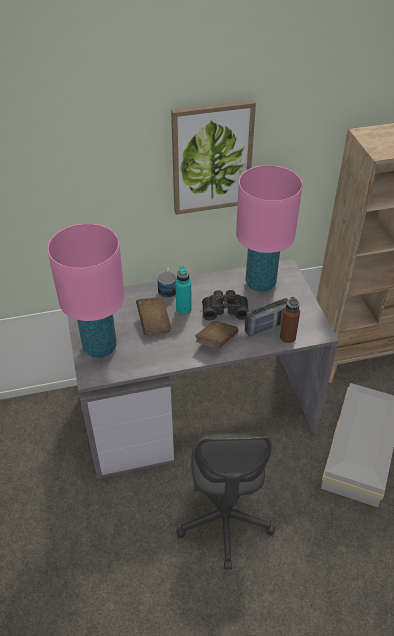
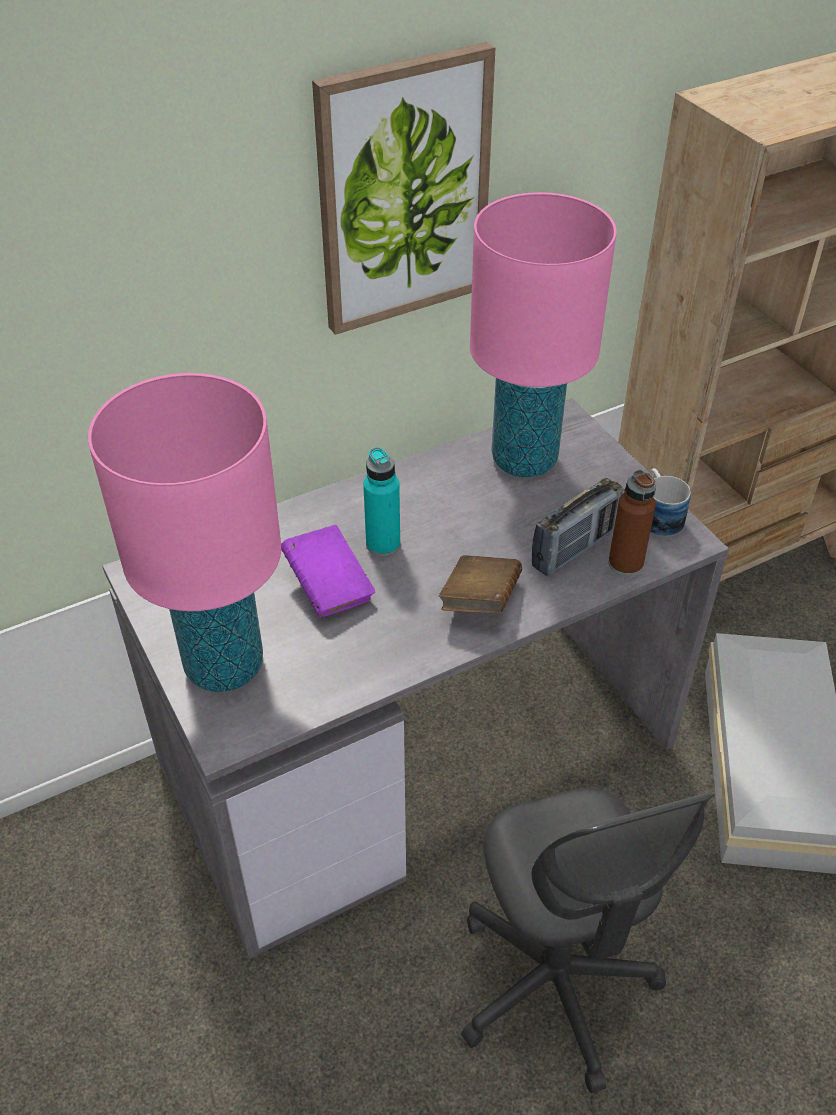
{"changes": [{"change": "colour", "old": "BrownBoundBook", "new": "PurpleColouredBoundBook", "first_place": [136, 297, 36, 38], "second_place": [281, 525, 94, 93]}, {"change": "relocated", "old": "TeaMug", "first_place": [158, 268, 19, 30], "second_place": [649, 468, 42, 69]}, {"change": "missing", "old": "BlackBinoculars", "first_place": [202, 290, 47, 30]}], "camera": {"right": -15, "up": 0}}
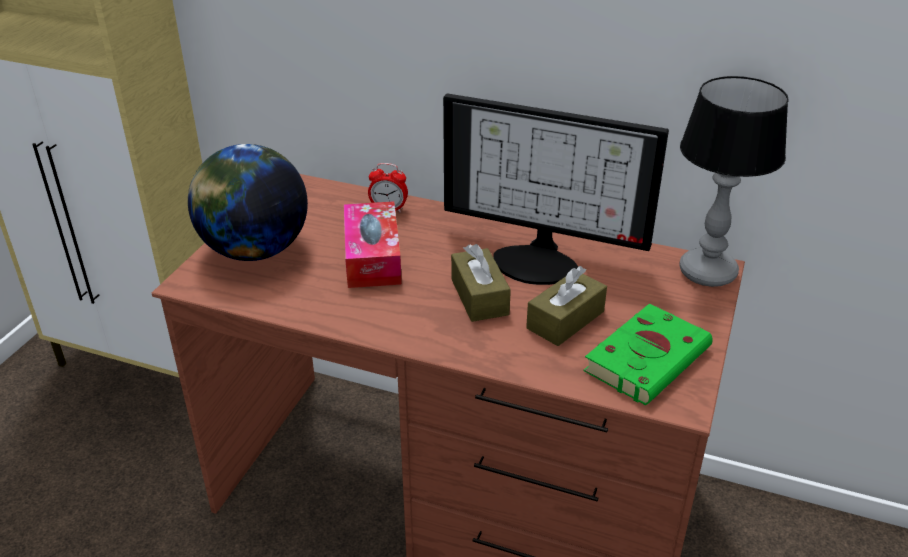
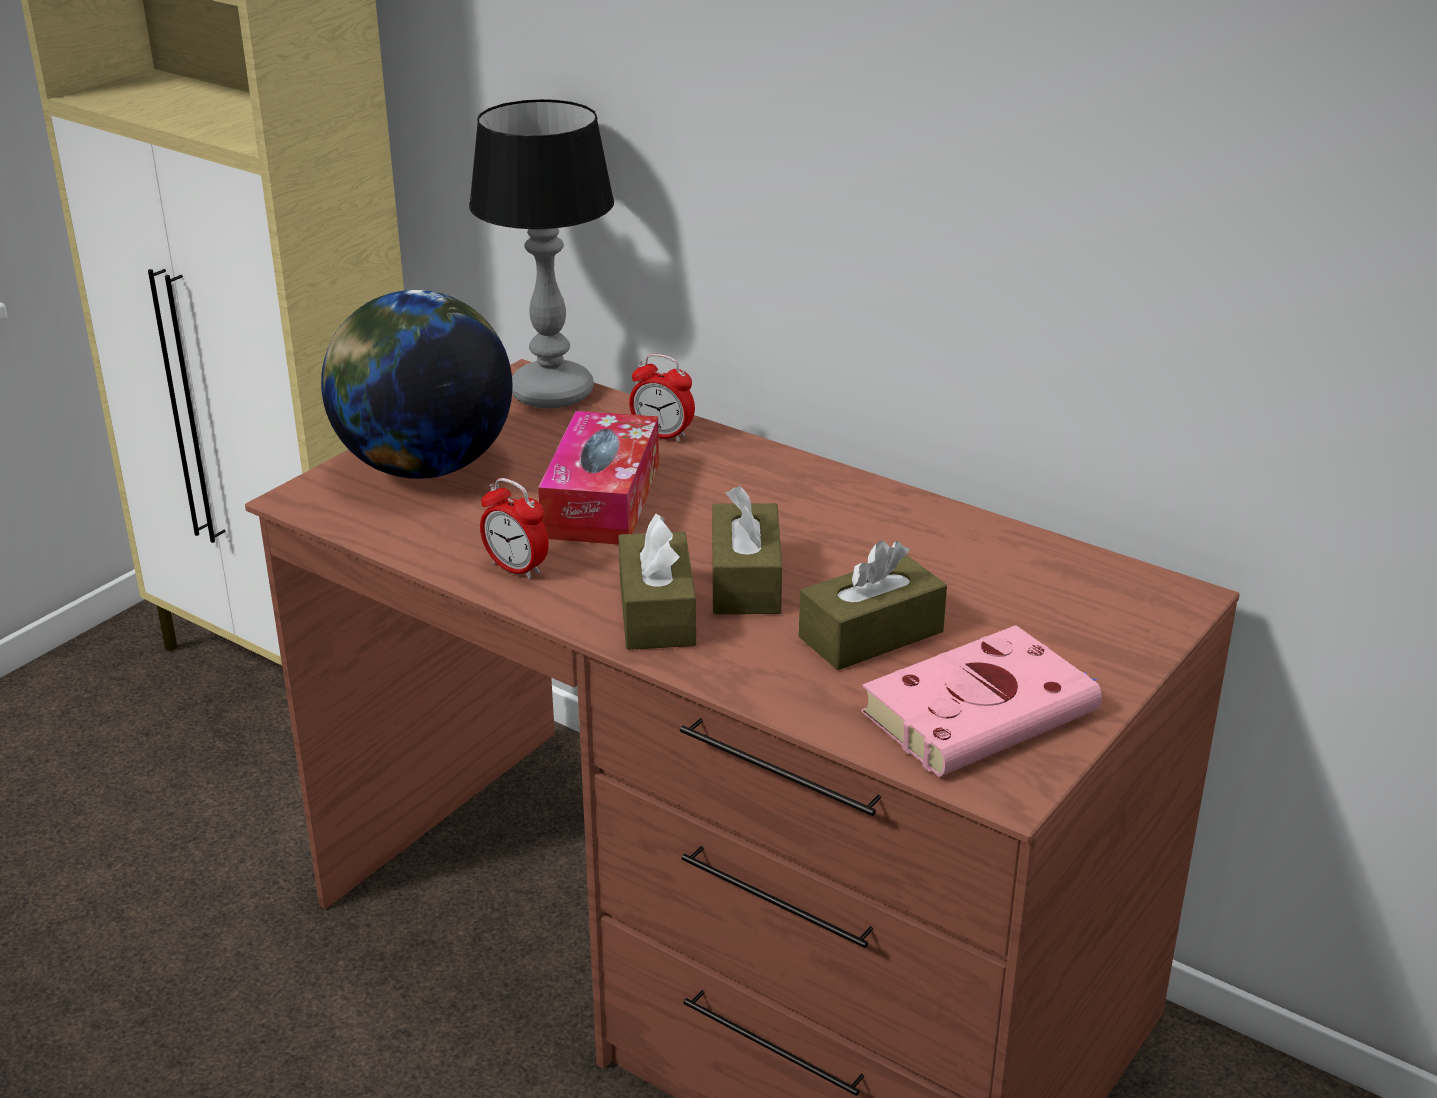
{"changes": [{"change": "missing", "old": "ComputerDisplay", "first_place": [443, 93, 226, 192]}, {"change": "colour", "old": "GreenColouredBoundBook", "new": "PinkColouredBoundBook", "first_place": [584, 303, 129, 102], "second_place": [861, 625, 241, 152]}, {"change": "relocated", "old": "LampForATable", "first_place": [679, 76, 110, 211], "second_place": [469, 99, 145, 309]}, {"change": "appeared", "new": "BedsideClock", "second_place": [480, 478, 69, 101]}, {"change": "appeared", "new": "BrownTissueBox", "second_place": [618, 514, 78, 136]}], "camera": {"right": 15, "up": -5}}
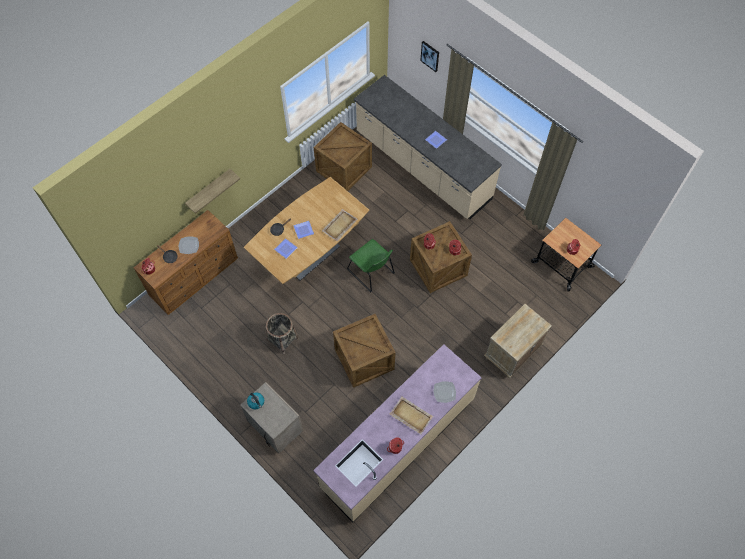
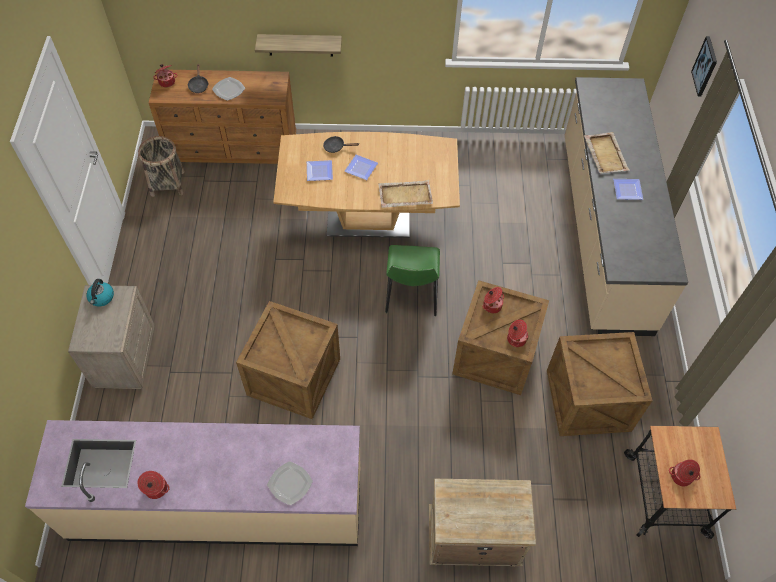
{"changes": [{"change": "relocated", "old": "HouseholdBasket", "first_place": [265, 313, 34, 42], "second_place": [138, 136, 47, 61]}, {"change": "relocated", "old": "ShippingCrate", "first_place": [314, 122, 58, 69], "second_place": [547, 332, 106, 104]}, {"change": "relocated", "old": "SandColouredTray", "first_place": [390, 397, 43, 37], "second_place": [584, 132, 46, 41]}], "camera": {"right": 45, "up": -5}}
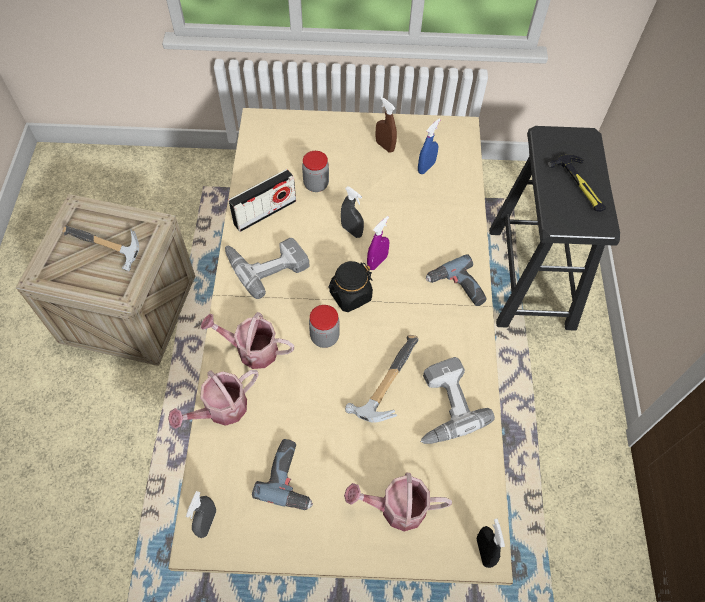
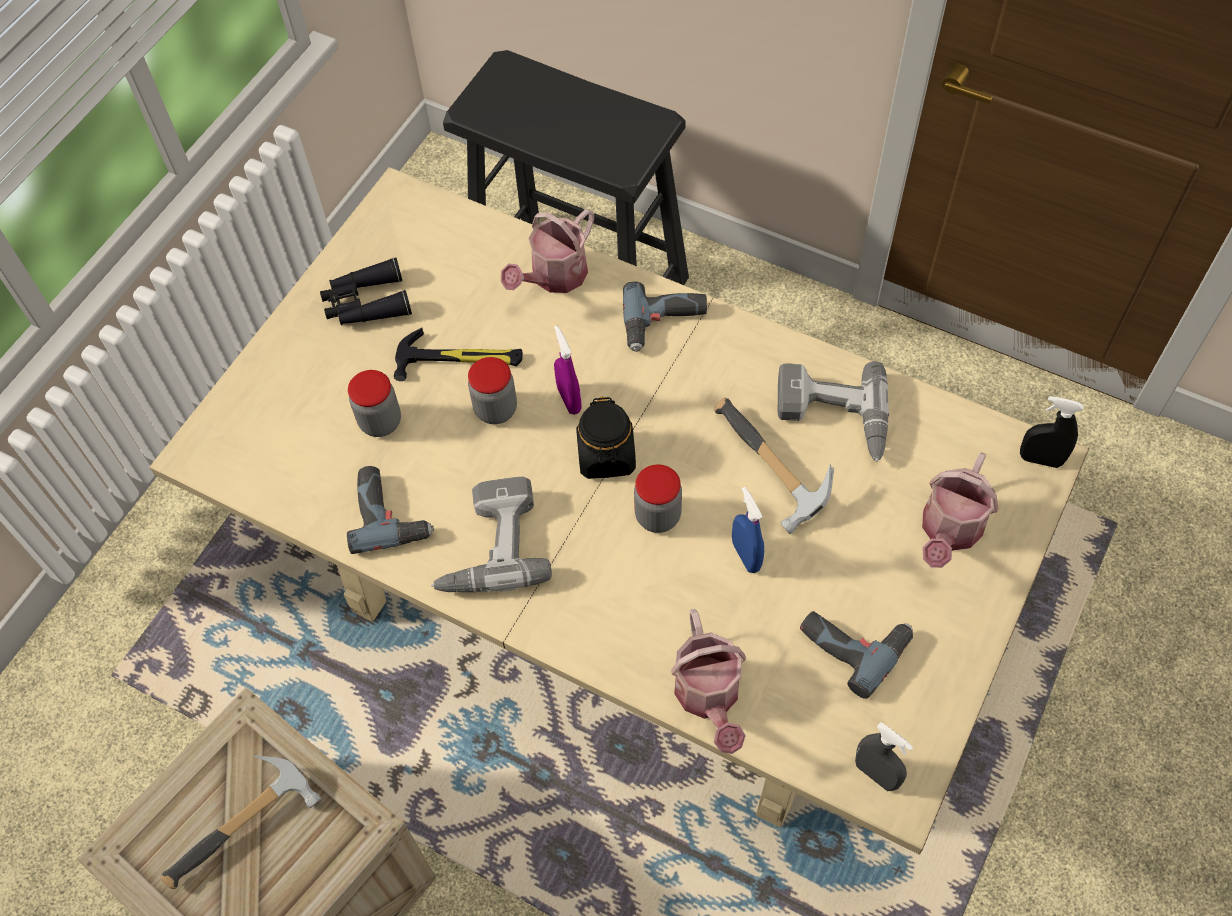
{"changes": [{"change": "relocated", "old": "WateringCan", "first_place": [201, 312, 93, 57], "second_place": [501, 209, 93, 84]}, {"change": "exchanged", "old": "RadioReceiver", "new": "PowerDrill", "first_place": [228, 169, 68, 63], "second_place": [347, 466, 87, 88]}, {"change": "exchanged", "old": "GreyishSprayBottle", "new": "Jar", "first_place": [341, 186, 23, 52], "second_place": [468, 357, 49, 67]}, {"change": "exchanged", "old": "BrownSprayBottle", "new": "BlackBinoculars", "first_place": [376, 97, 21, 56], "second_place": [320, 257, 92, 68]}, {"change": "relocated", "old": "BlueColouredSprayBottle", "first_place": [418, 119, 22, 55], "second_place": [732, 487, 32, 86]}, {"change": "relocated", "old": "ToolHammer", "first_place": [548, 154, 58, 58], "second_place": [394, 328, 129, 53]}], "camera": {"right": -60, "up": 0}}
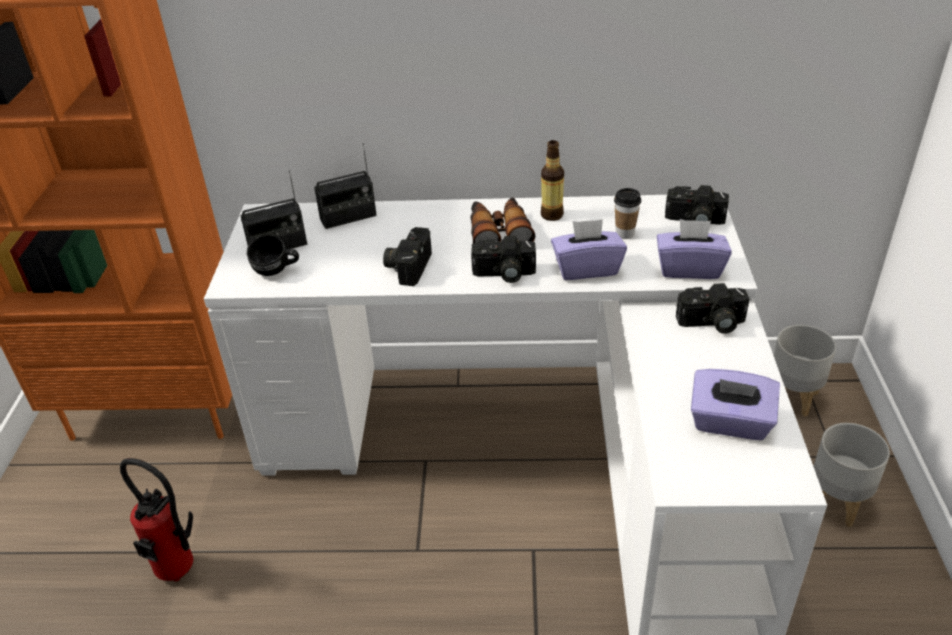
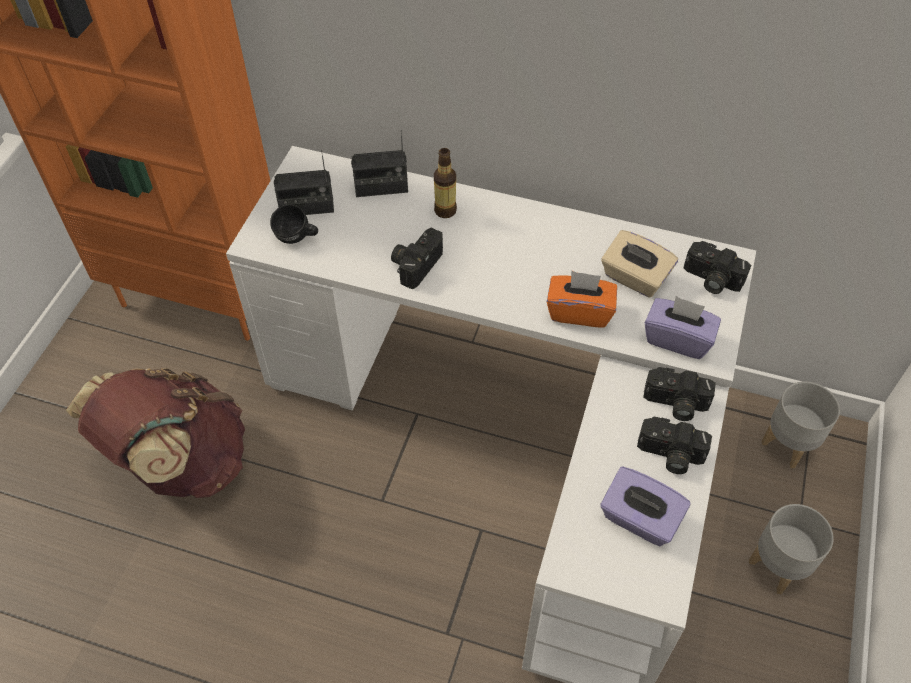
{"changes": [{"change": "exchanged", "old": "FireFightingCylinder", "new": "BrownRucksack", "first_place": [120, 458, 73, 124], "second_place": [65, 368, 180, 130]}, {"change": "missing", "old": "Binoculars", "first_place": [470, 197, 65, 47]}, {"change": "relocated", "old": "PhotoCamera", "first_place": [471, 236, 65, 47], "second_place": [637, 417, 75, 57]}, {"change": "relocated", "old": "DrinkBottle", "first_place": [541, 140, 23, 81], "second_place": [434, 148, 23, 70]}, {"change": "colour", "old": "PurpleColouredTissueBox", "new": "OrangeColouredTissueBox", "first_place": [551, 219, 76, 61], "second_place": [547, 270, 70, 58]}, {"change": "exchanged", "old": "DrinkingCup", "new": "SandColouredTissueBox", "first_place": [614, 188, 27, 51], "second_place": [601, 230, 77, 68]}], "camera": {"right": 15, "up": 15}}
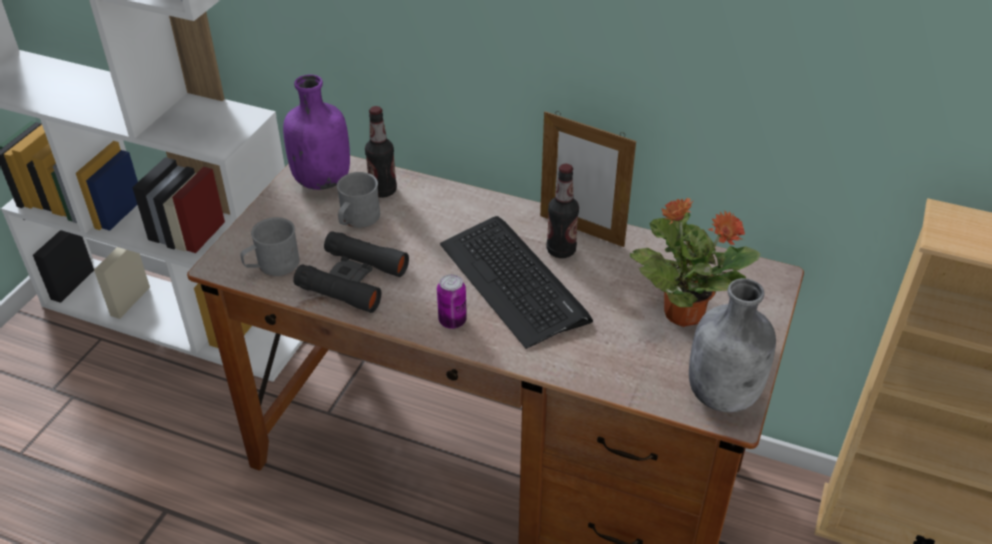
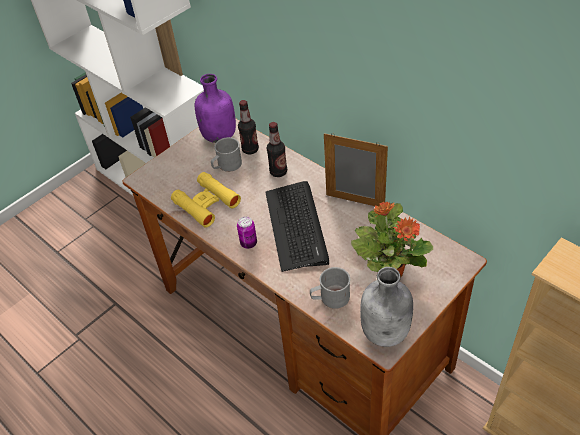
{"changes": [{"change": "relocated", "old": "GreyishTeaMug", "first_place": [240, 217, 60, 59], "second_place": [310, 267, 40, 42]}, {"change": "colour", "old": "BlackBinoculars", "new": "YellowColouredBinoculars", "first_place": [293, 231, 116, 82], "second_place": [171, 172, 70, 56]}, {"change": "spun", "old": "PictureFrame", "first_place": [540, 111, 96, 136], "second_place": [324, 133, 64, 73], "degrees": 150}, {"change": "relocated", "old": "DrinkBottle", "first_place": [546, 164, 33, 94], "second_place": [267, 122, 20, 55]}], "camera": {"right": 25, "up": 5}}
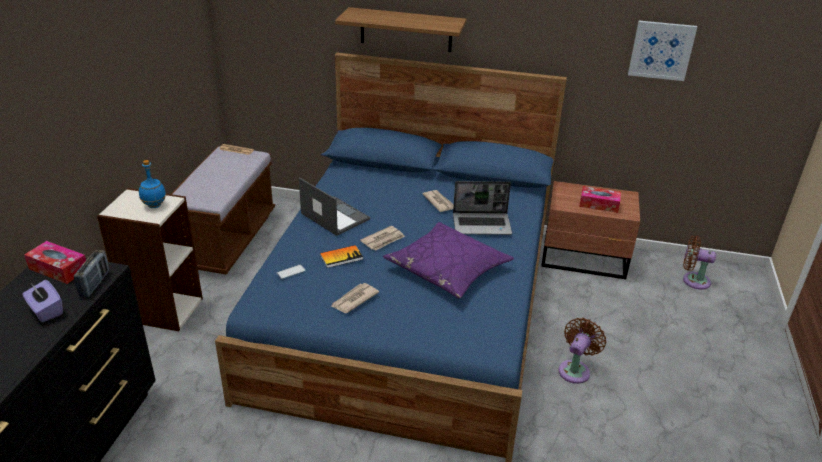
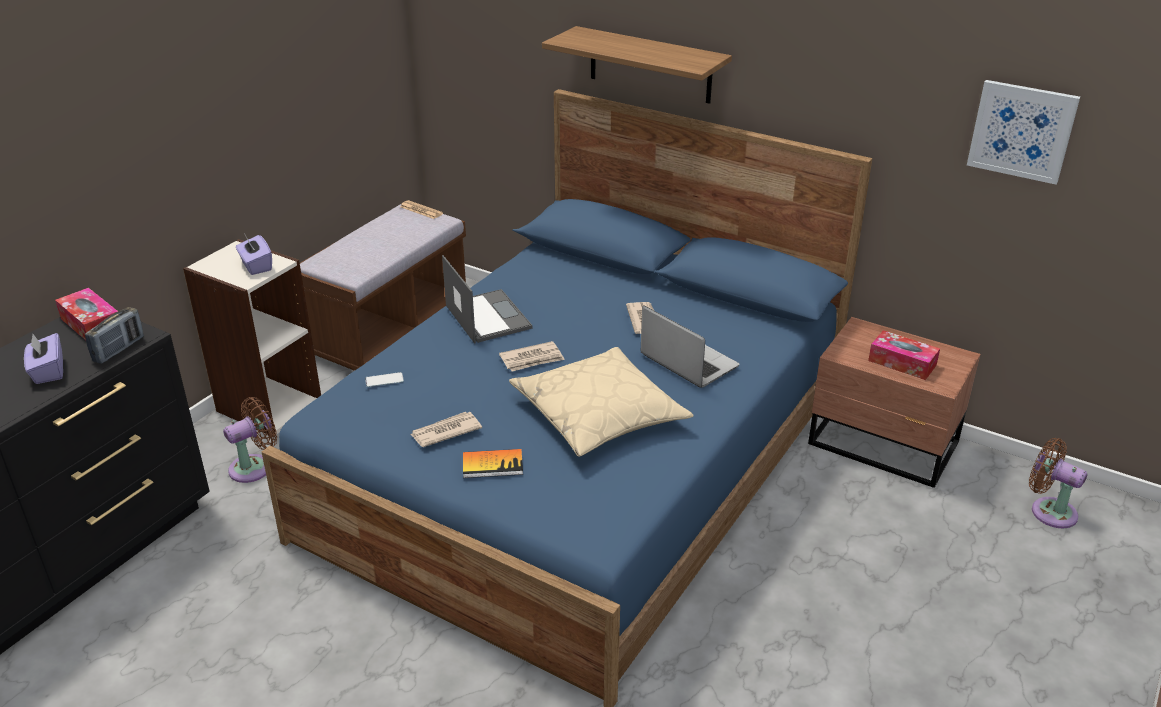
{"changes": [{"change": "exchanged", "old": "BlueColouredDrinkBottle", "new": "PurpleColouredTissueBox", "first_place": [139, 160, 27, 48], "second_place": [236, 235, 36, 40]}, {"change": "relocated", "old": "BoundBook", "first_place": [320, 245, 43, 23], "second_place": [463, 449, 60, 29]}, {"change": "colour", "old": "PurpleColouredCushion", "new": "SandColouredCushion", "first_place": [383, 222, 131, 77], "second_place": [509, 347, 185, 110]}, {"change": "spun", "old": "NotebookComputer", "first_place": [453, 181, 59, 54], "second_place": [641, 305, 98, 83], "degrees": -150}, {"change": "relocated", "old": "BrownFan", "first_place": [558, 318, 48, 66], "second_place": [223, 397, 54, 86]}], "camera": {"right": 20, "up": 0}}
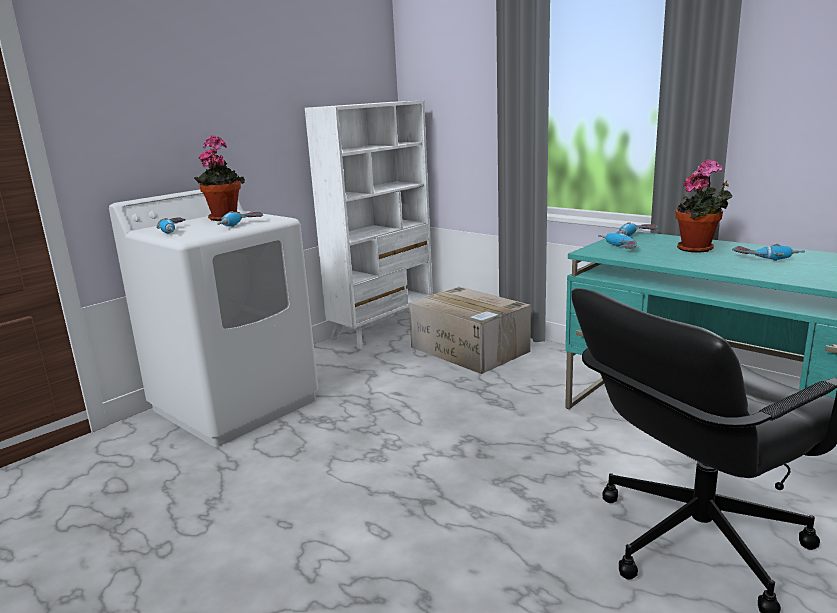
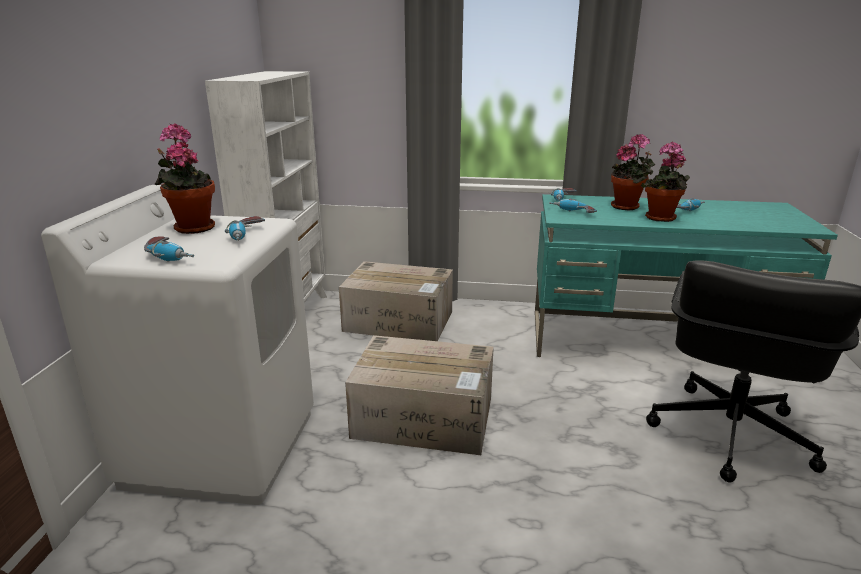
{"changes": [{"change": "appeared", "new": "CardboardBox", "second_place": [345, 335, 149, 120]}, {"change": "appeared", "new": "PlantInAPot", "second_place": [641, 141, 49, 81]}], "camera": {"right": -35, "up": 5}}
